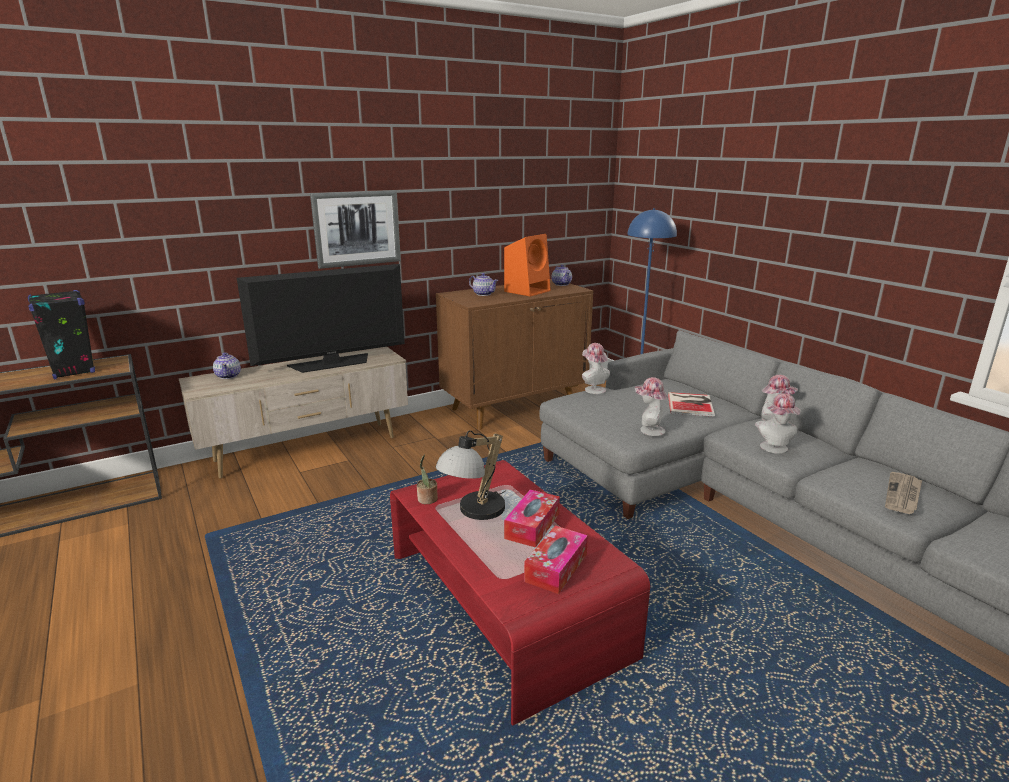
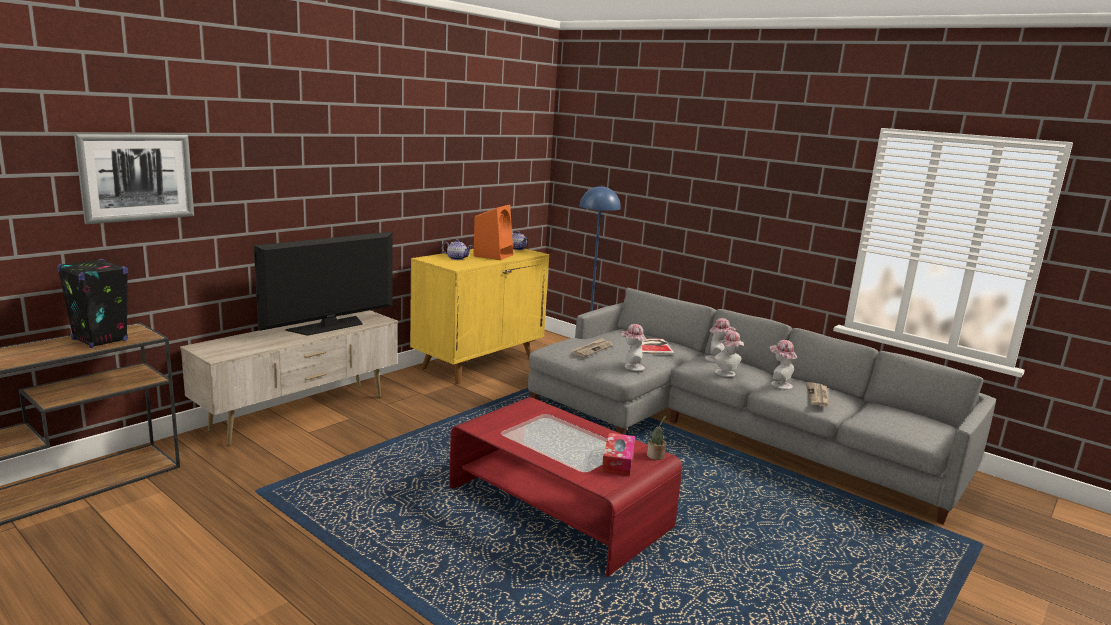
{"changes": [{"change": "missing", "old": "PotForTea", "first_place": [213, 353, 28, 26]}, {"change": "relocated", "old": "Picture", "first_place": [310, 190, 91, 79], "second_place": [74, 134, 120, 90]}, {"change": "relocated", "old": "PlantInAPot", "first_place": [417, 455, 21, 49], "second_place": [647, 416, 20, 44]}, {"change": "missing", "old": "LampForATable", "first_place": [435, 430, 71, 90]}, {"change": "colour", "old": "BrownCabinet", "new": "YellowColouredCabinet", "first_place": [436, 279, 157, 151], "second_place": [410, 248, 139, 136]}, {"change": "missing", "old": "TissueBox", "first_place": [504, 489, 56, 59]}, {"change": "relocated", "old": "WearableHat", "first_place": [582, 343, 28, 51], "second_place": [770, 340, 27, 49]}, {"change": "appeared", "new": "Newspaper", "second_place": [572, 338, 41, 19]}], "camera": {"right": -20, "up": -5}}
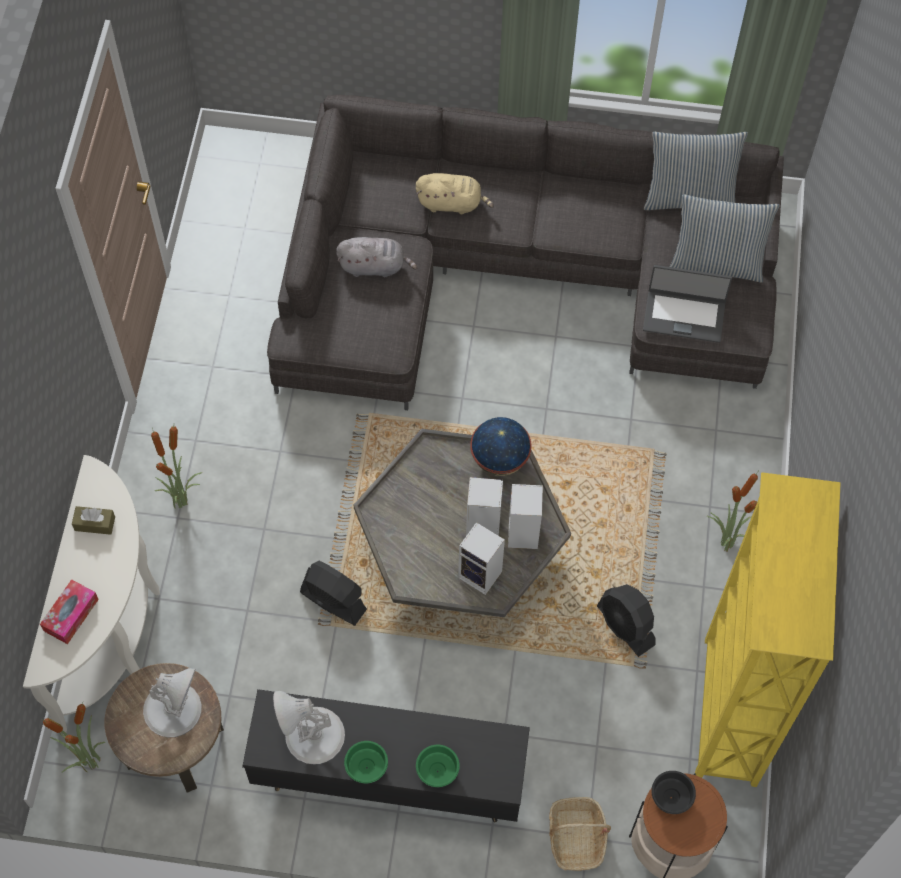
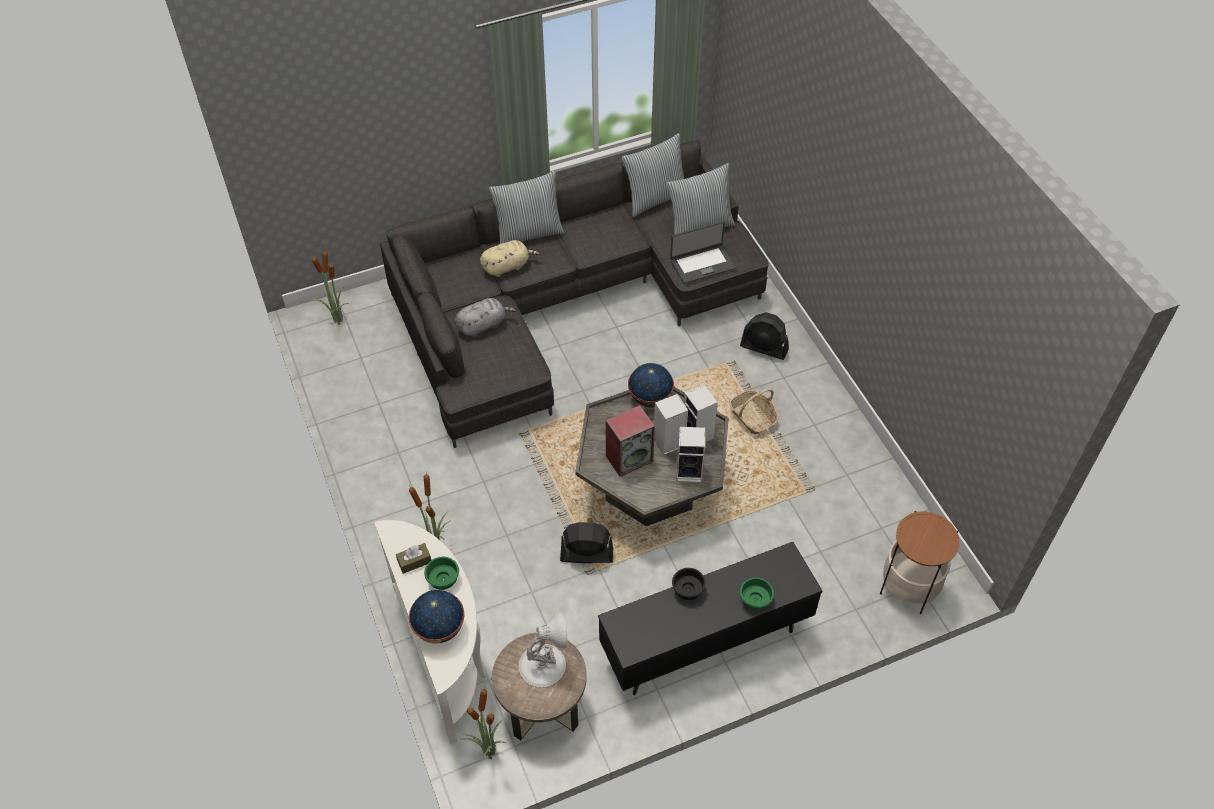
{"changes": [{"change": "exchanged", "old": "TissueBox", "new": "WorldGlobe", "first_place": [40, 579, 59, 65], "second_place": [409, 590, 56, 54]}, {"change": "missing", "old": "WhitishLampForATable", "first_place": [273, 691, 72, 73]}, {"change": "relocated", "old": "GreenColouredBowl", "first_place": [344, 741, 44, 42], "second_place": [424, 557, 35, 33]}, {"change": "relocated", "old": "HouseholdBasket", "first_place": [549, 797, 62, 74], "second_place": [729, 389, 50, 45]}, {"change": "relocated", "old": "BlackFan", "first_place": [597, 584, 59, 73], "second_place": [740, 312, 49, 48]}, {"change": "relocated", "old": "BlackBowl", "first_place": [651, 771, 45, 43], "second_place": [672, 568, 34, 32]}, {"change": "missing", "old": "YellowColouredBookshelf", "first_place": [695, 472, 146, 315]}, {"change": "relocated", "old": "PlantInAPot", "first_place": [707, 472, 51, 79], "second_place": [312, 251, 37, 74]}, {"change": "appeared", "new": "Cushion", "second_place": [489, 171, 76, 73]}, {"change": "appeared", "new": "Speaker", "second_place": [606, 405, 49, 72]}], "camera": {"right": -30, "up": -10}}
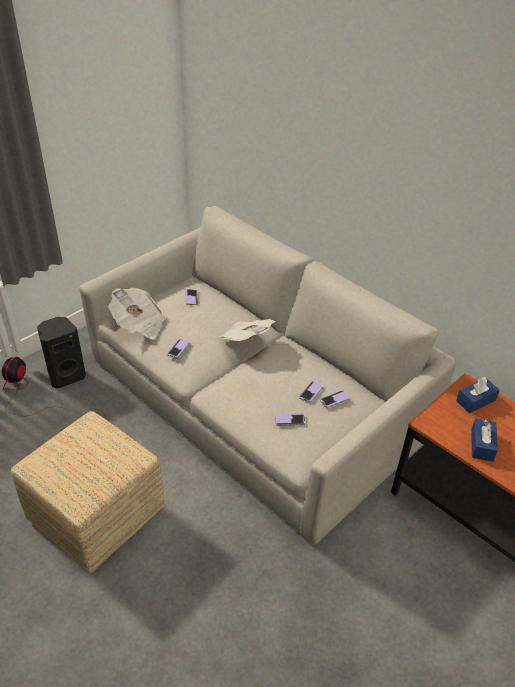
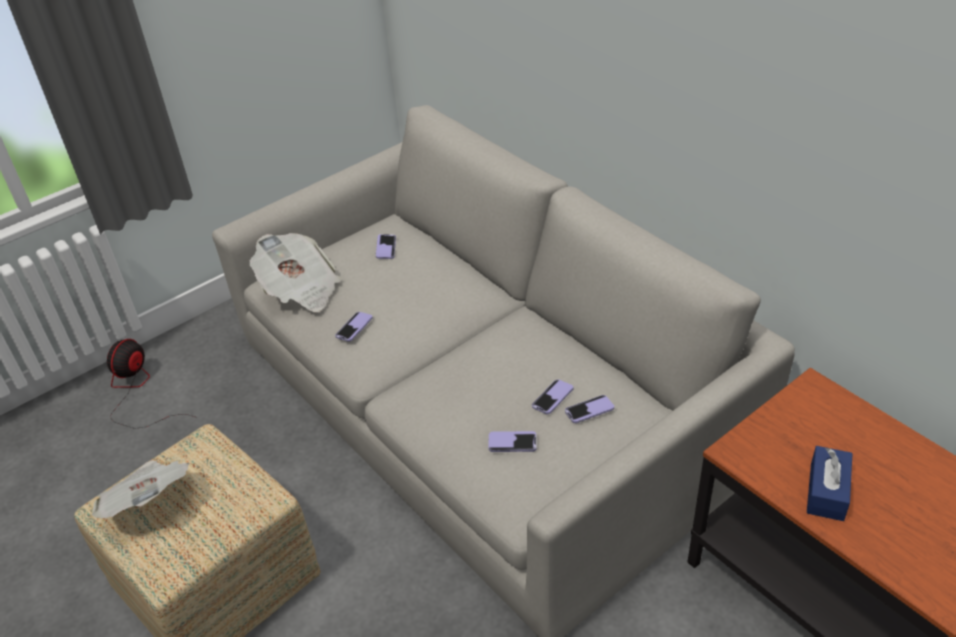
{"changes": [{"change": "missing", "old": "BlackSpeaker", "first_place": [37, 317, 49, 72]}, {"change": "relocated", "old": "Newspaper", "first_place": [219, 319, 57, 22], "second_place": [92, 460, 98, 58]}, {"change": "missing", "old": "BlueColouredTissueBox", "first_place": [456, 377, 44, 36]}], "camera": {"right": 10, "up": 0}}
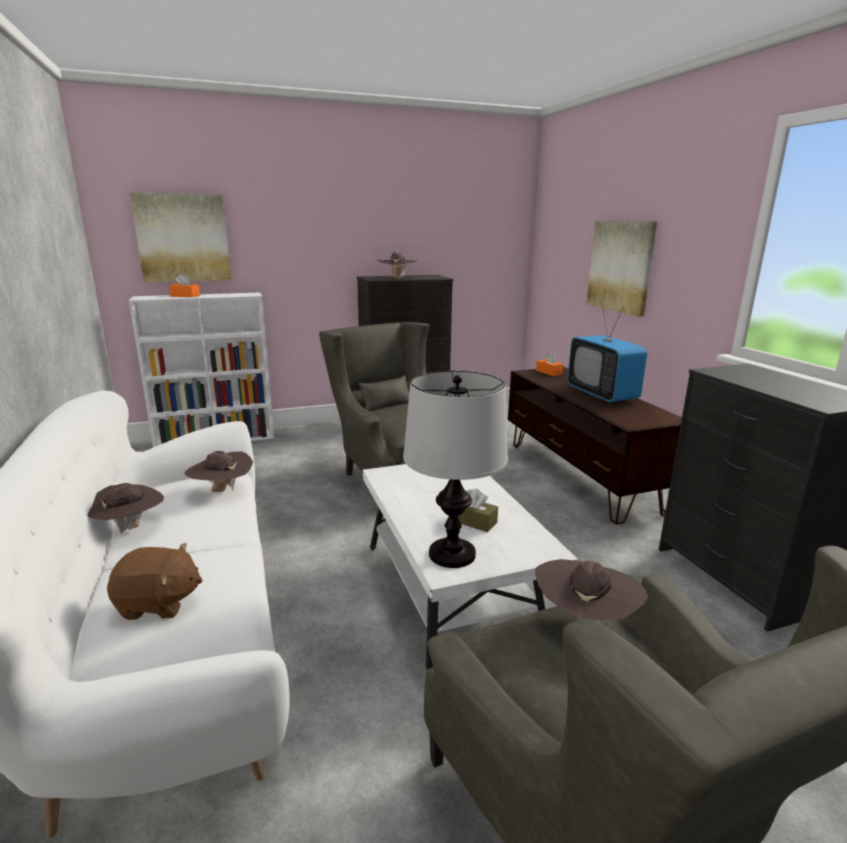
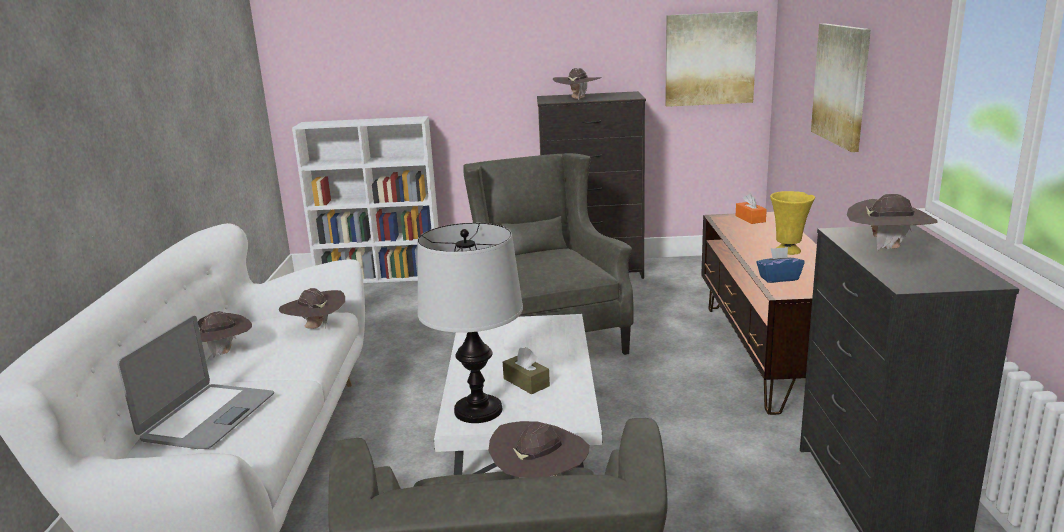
{"changes": [{"change": "exchanged", "old": "BrownSoftToy", "new": "NotebookComputer", "first_place": [107, 543, 95, 77], "second_place": [117, 316, 157, 133]}, {"change": "relocated", "old": "Picture", "first_place": [130, 192, 101, 90], "second_place": [665, 11, 93, 96]}, {"change": "missing", "old": "OrangeColouredTissueBox", "first_place": [169, 274, 31, 23]}, {"change": "exchanged", "old": "Tv", "new": "YellowColouredFlowerVase", "first_place": [568, 304, 79, 98], "second_place": [770, 191, 45, 64]}, {"change": "appeared", "new": "BlueColouredTissueBox", "second_place": [756, 247, 48, 36]}, {"change": "appeared", "new": "BrownWearableHat", "second_place": [847, 194, 91, 57]}], "camera": {"right": 20, "up": 0}}
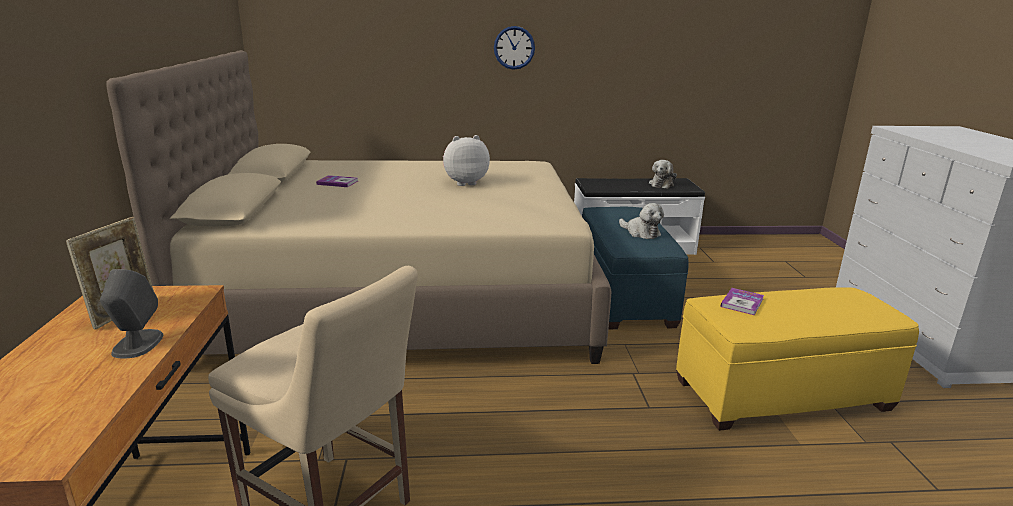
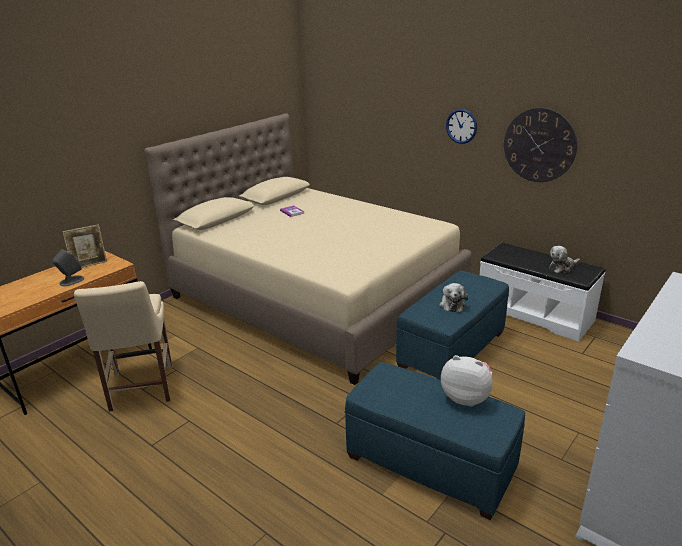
{"changes": [{"change": "relocated", "old": "SoftToy", "first_place": [443, 135, 47, 51], "second_place": [441, 355, 52, 52]}, {"change": "colour", "old": "YellowColouredOttoman", "new": "BlueColouredOttoman", "first_place": [676, 287, 243, 144], "second_place": [345, 362, 180, 158]}, {"change": "missing", "old": "BoundBook", "first_place": [720, 288, 44, 27]}, {"change": "appeared", "new": "HangingClock", "second_place": [504, 108, 73, 74]}], "camera": {"right": 45, "up": 5}}
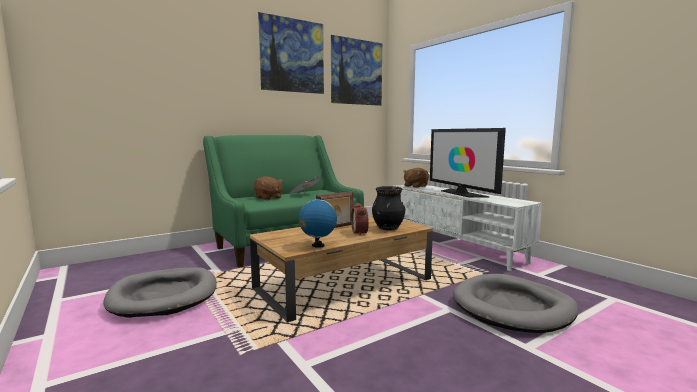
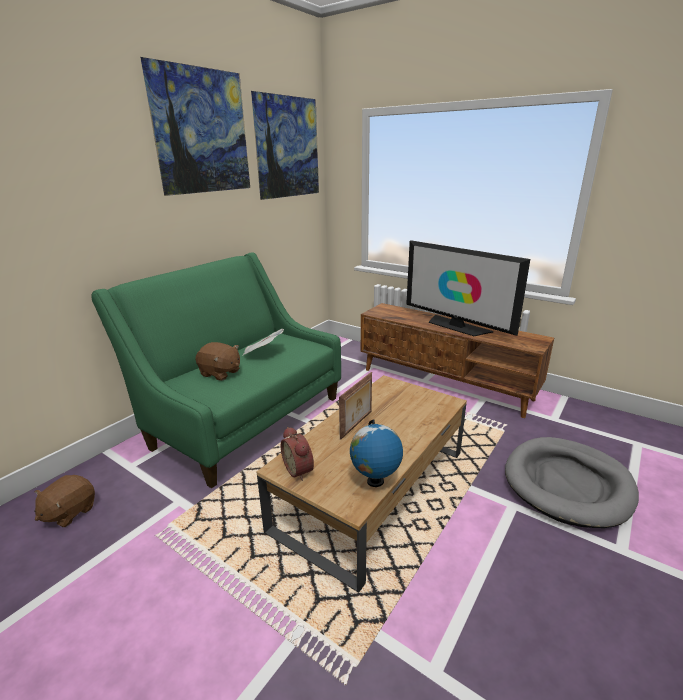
{"changes": [{"change": "missing", "old": "GreyishDogCushion", "first_place": [104, 267, 113, 51]}, {"change": "relocated", "old": "BedsideClock", "first_place": [351, 203, 18, 33], "second_place": [281, 427, 33, 54]}, {"change": "missing", "old": "BlackFlowerVase", "first_place": [372, 186, 33, 45]}, {"change": "colour", "old": "WhitishTvUnit", "new": "BrownTvUnit", "first_place": [395, 185, 147, 86], "second_place": [361, 303, 193, 115]}, {"change": "relocated", "old": "BrownSoftToy", "first_place": [403, 168, 26, 20], "second_place": [34, 475, 61, 52]}], "camera": {"right": -20, "up": 15}}
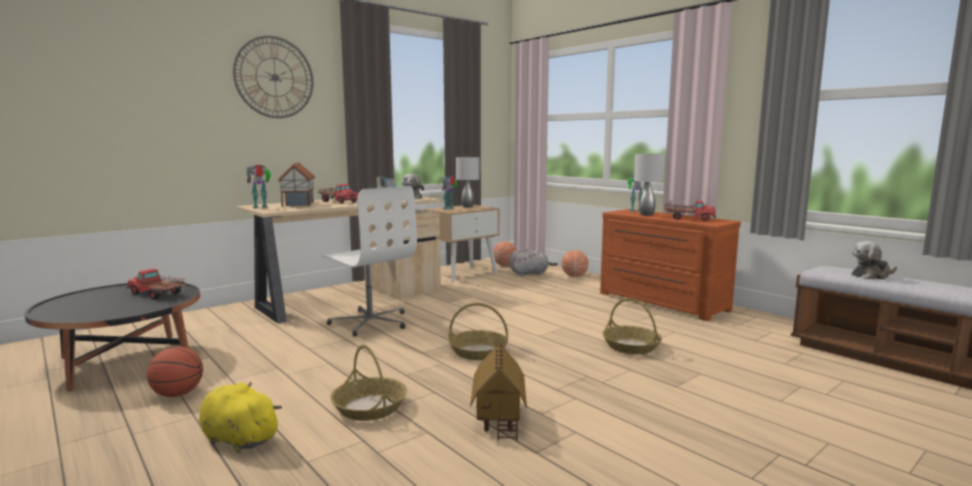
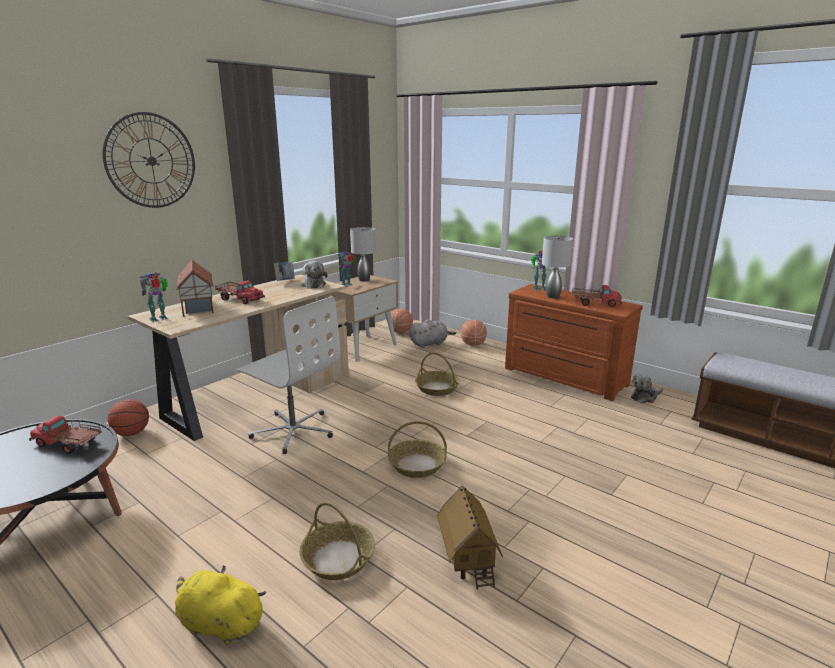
{"changes": [{"change": "relocated", "old": "BasketballBall", "first_place": [147, 347, 56, 50], "second_place": [108, 399, 41, 37]}, {"change": "relocated", "old": "HouseholdBasket", "first_place": [602, 298, 60, 56], "second_place": [415, 352, 45, 44]}, {"change": "relocated", "old": "SoftToy", "first_place": [851, 241, 46, 38], "second_place": [631, 374, 32, 29]}], "camera": {"right": -10, "up": 10}}
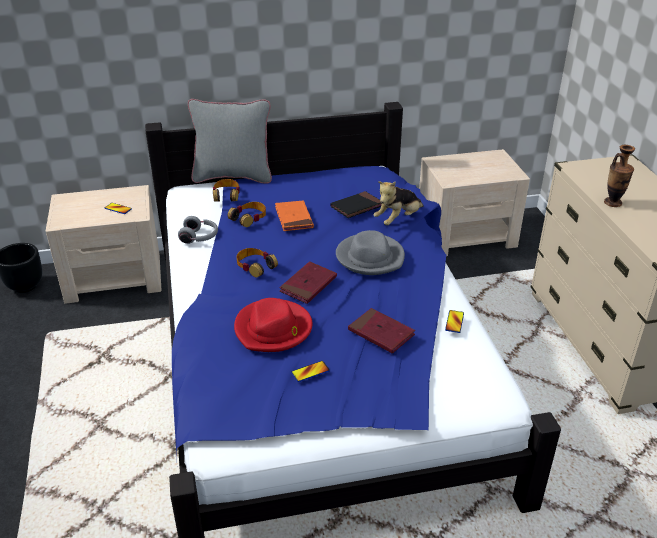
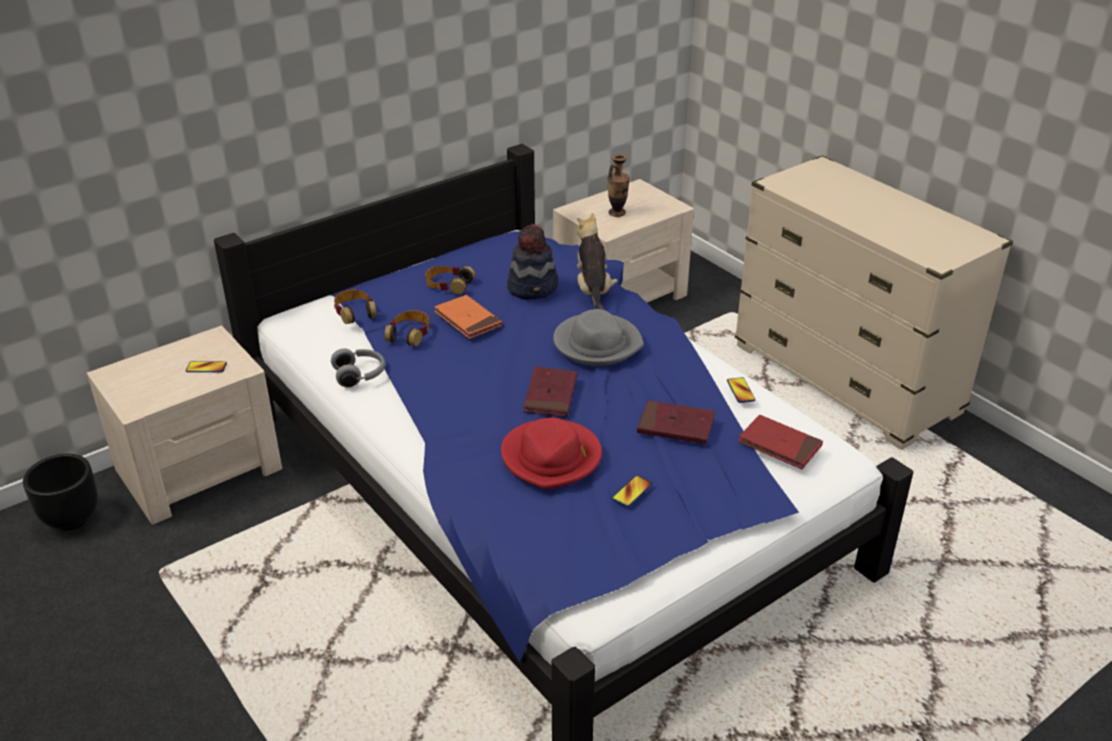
{"changes": [{"change": "missing", "old": "GreyishCushion", "first_place": [188, 99, 84, 85]}, {"change": "relocated", "old": "Headset", "first_place": [236, 248, 42, 29], "second_place": [425, 266, 50, 29]}, {"change": "exchanged", "old": "BlackBoundBook", "new": "WearableHat", "first_place": [330, 191, 52, 27], "second_place": [507, 224, 51, 75]}, {"change": "spun", "old": "SoftToy", "first_place": [374, 181, 50, 44], "second_place": [577, 213, 41, 97], "degrees": 150}, {"change": "relocated", "old": "FlowerVase", "first_place": [604, 145, 31, 62], "second_place": [607, 155, 23, 62]}, {"change": "appeared", "new": "RedColouredBoundBook", "second_place": [738, 415, 85, 55]}], "camera": {"right": -25, "up": 0}}
